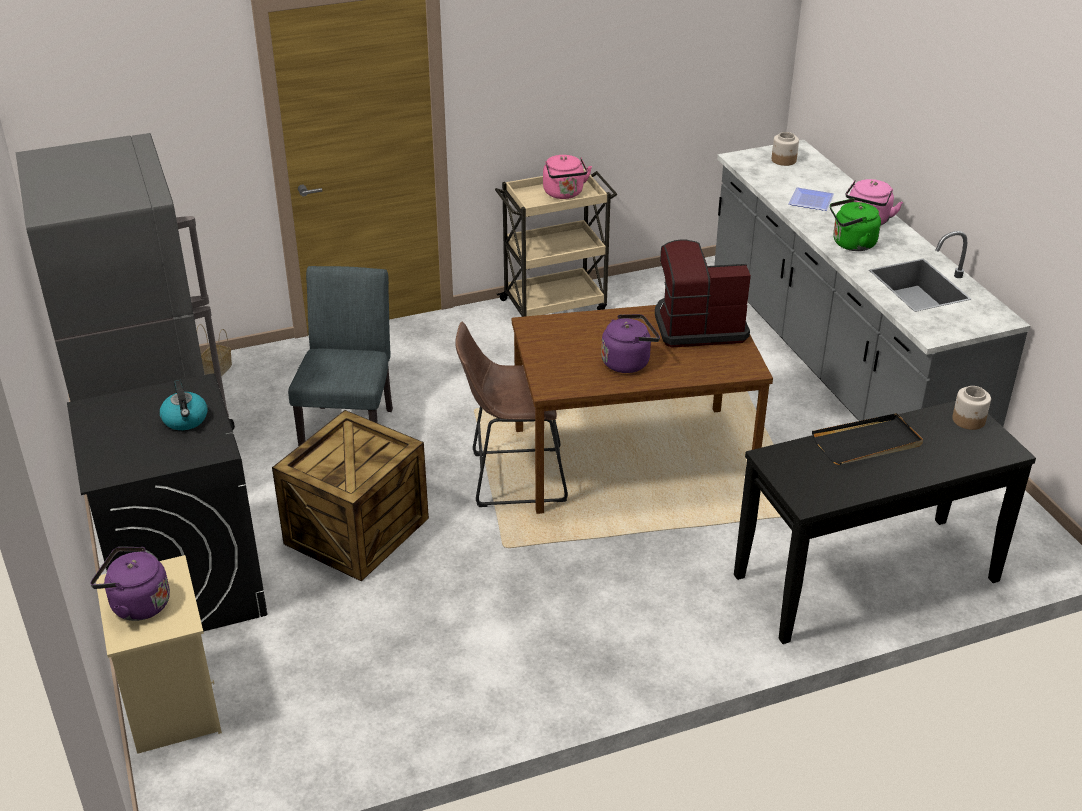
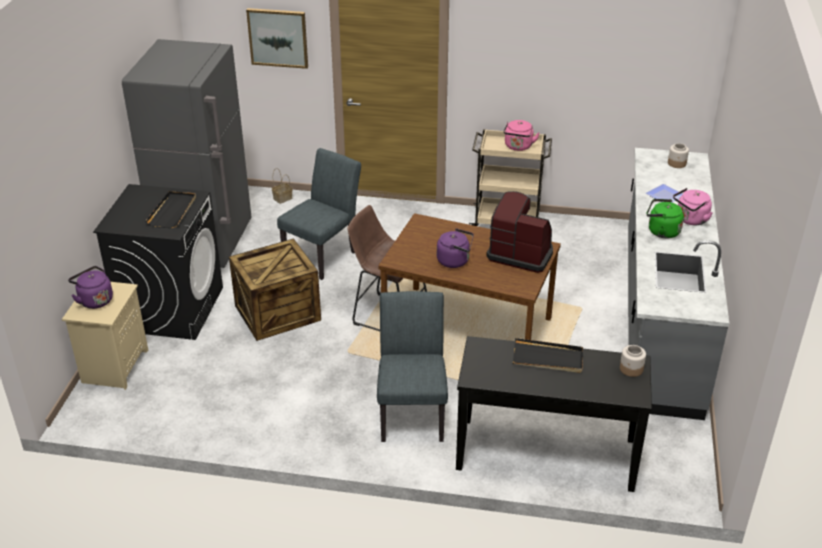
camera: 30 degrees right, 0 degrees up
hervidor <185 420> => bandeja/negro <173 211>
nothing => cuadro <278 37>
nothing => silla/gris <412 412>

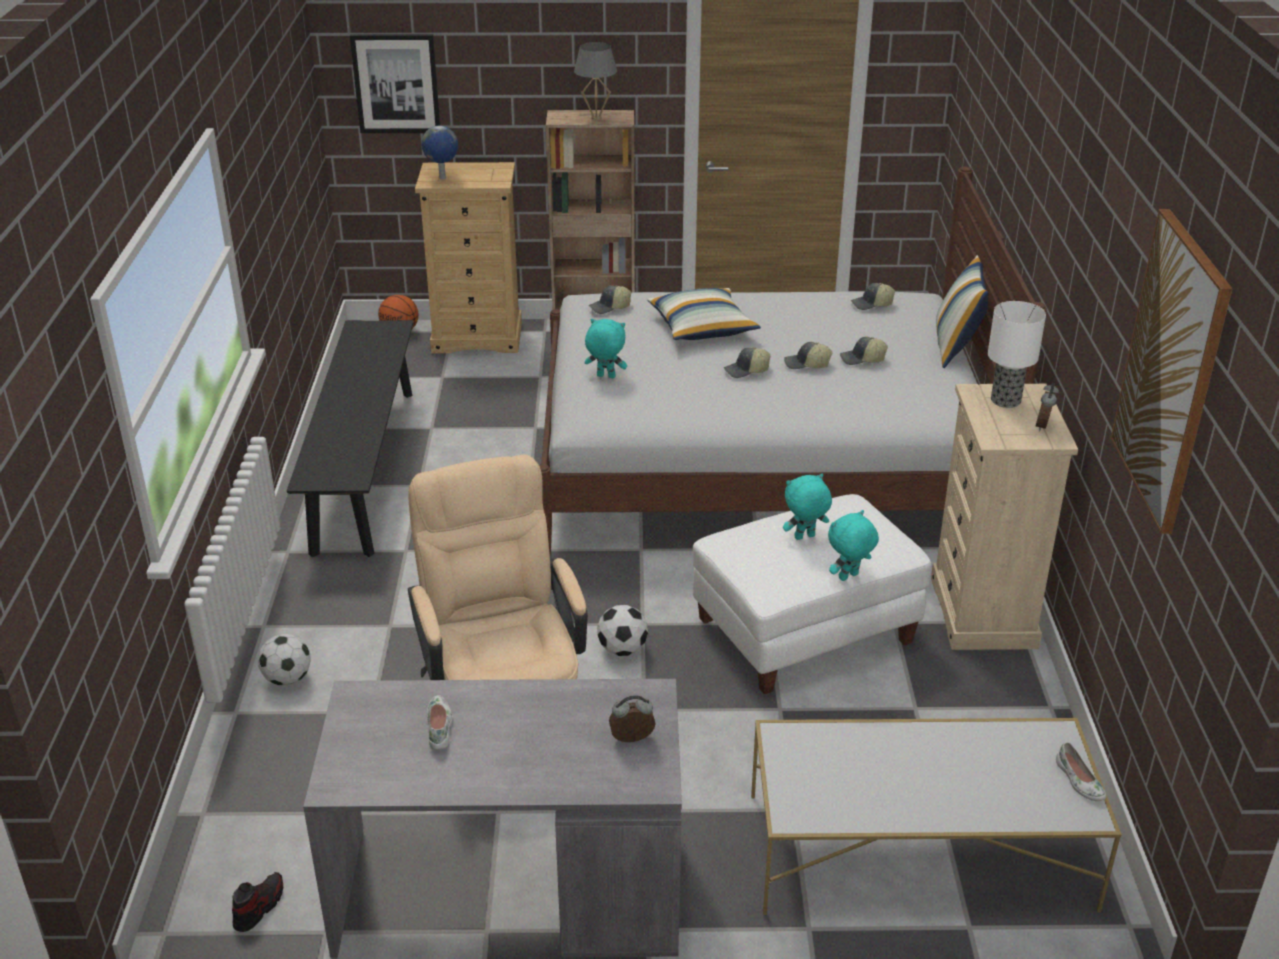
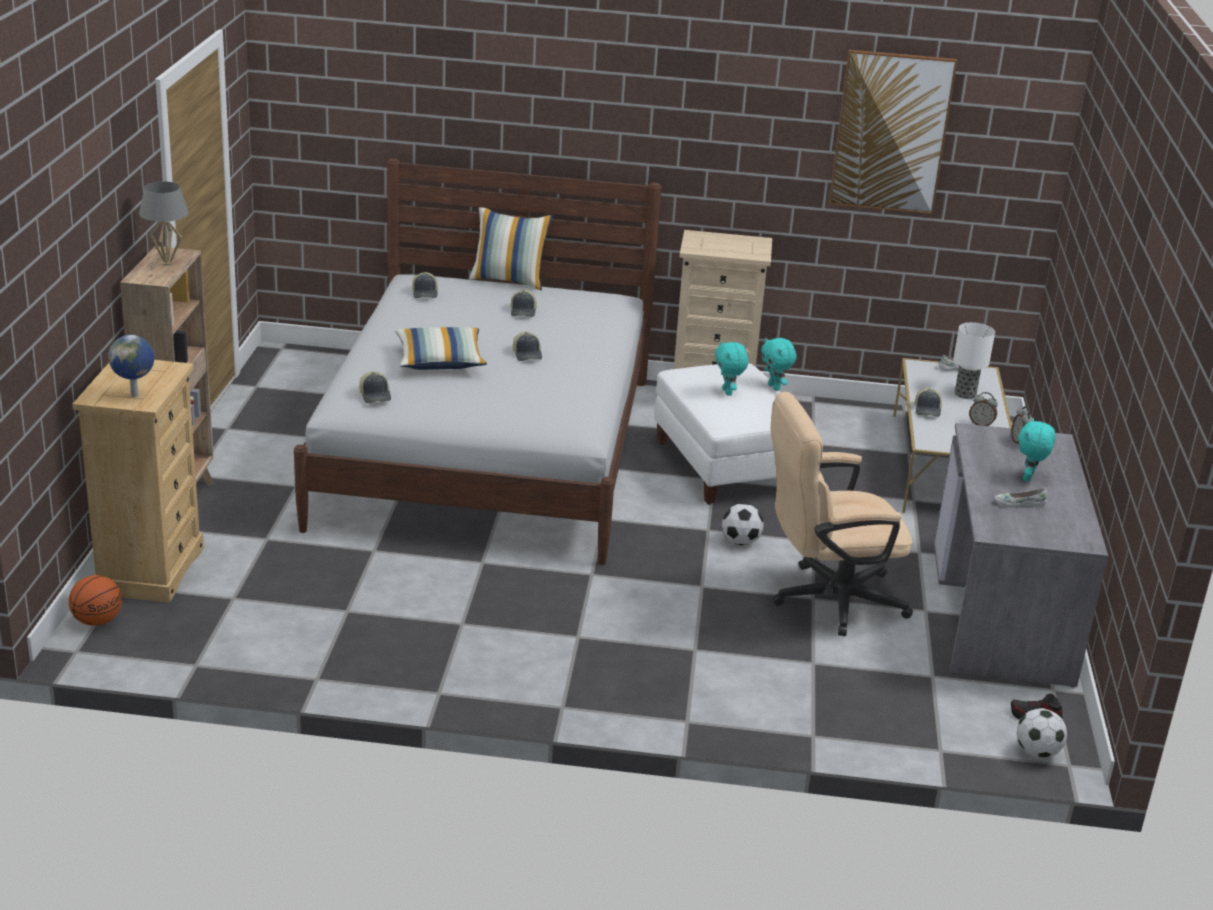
camera: 85 degrees left, 5 degrees down
balón de fútbol <287 679> => balón de fútbol <1037 752>, moved
banco/negro <364 468> => nothing
cuadro <396 83> => nothing
peluche/turquesa <605 377> => peluche/turquesa <1029 478>, moved
gorra <806 365> => gorra <928 410>, moved
lámpara de mesa <1004 400> => lámpara de mesa <965 394>, moved
despertador <1043 426> => despertador <981 424>, moved

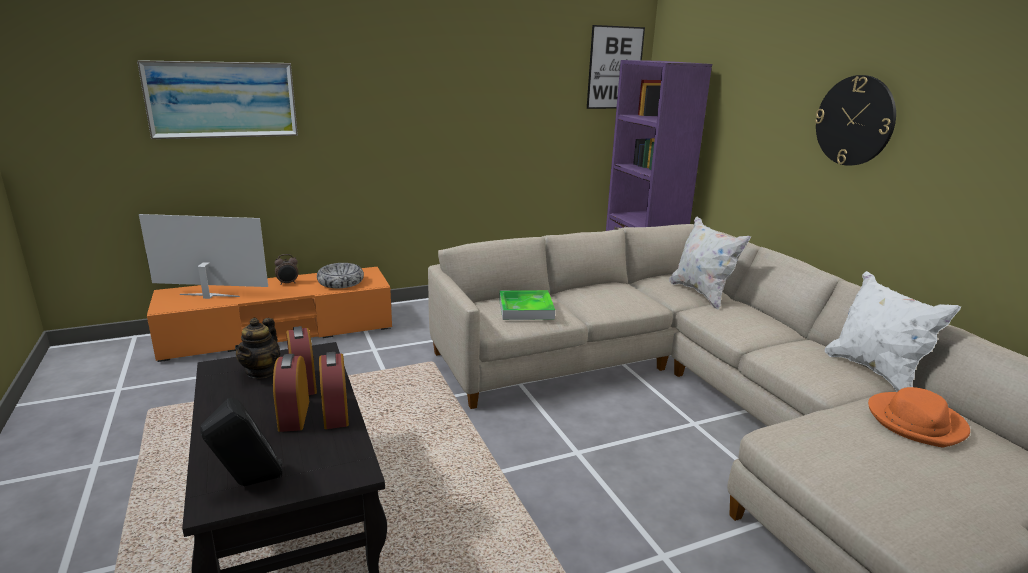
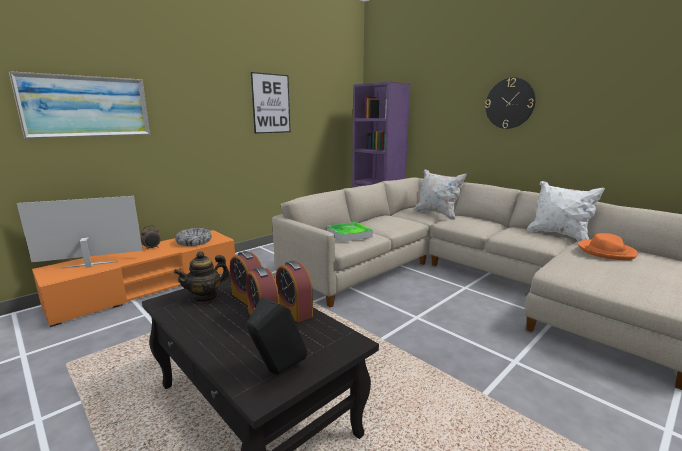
camera: 20 degrees left, 5 degrees down
tetera <261 371> => tetera <205 297>, 60 degrees clockwise
cuadro <615 68> => cuadro <271 103>, moved

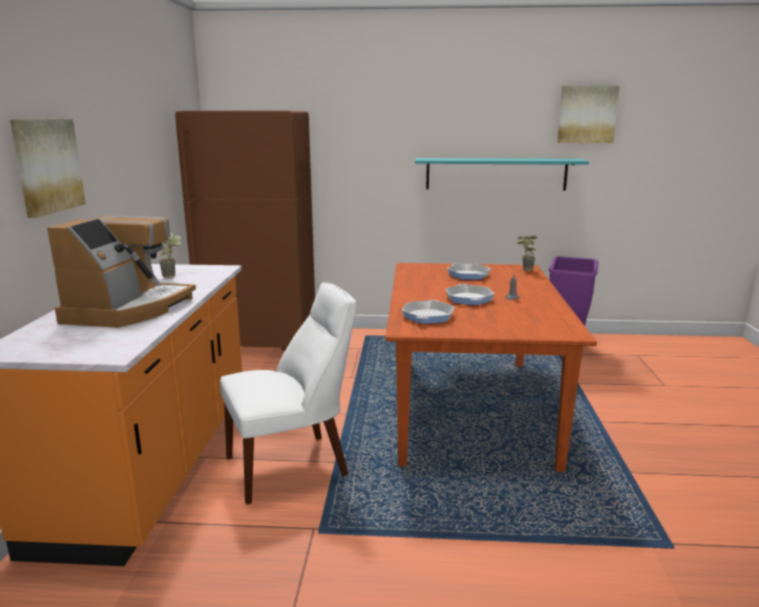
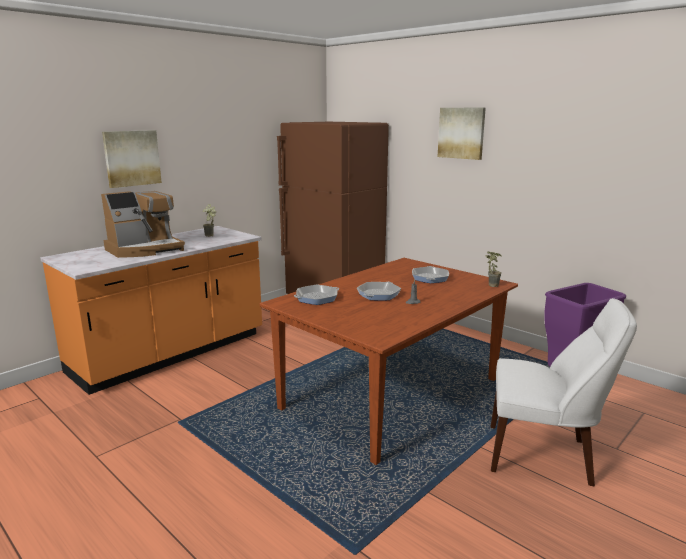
camera: 40 degrees right, 0 degrees up
silla/blanco <292 465> => silla/blanco <544 456>, moved
estante/turquesa <496 174> => nothing
cuadro <587 114> => cuadro <461 133>, moved

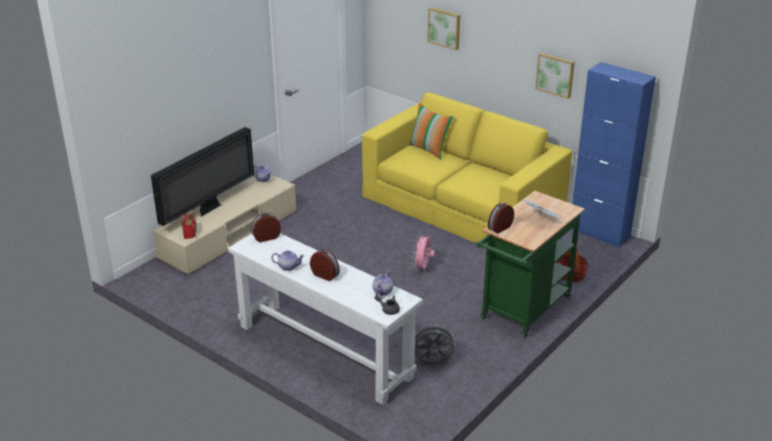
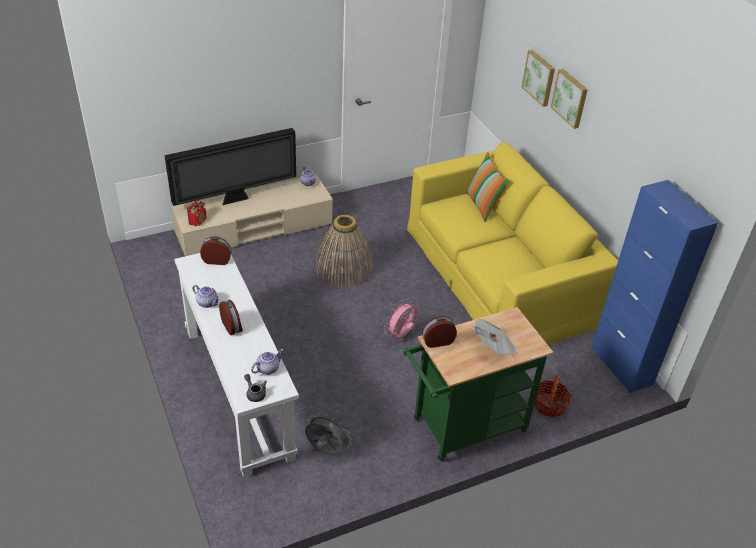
camera: 25 degrees right, 10 degrees up
cuadro <555 75> => cuadro <570 98>, moved
nothing => cesta <343 269>

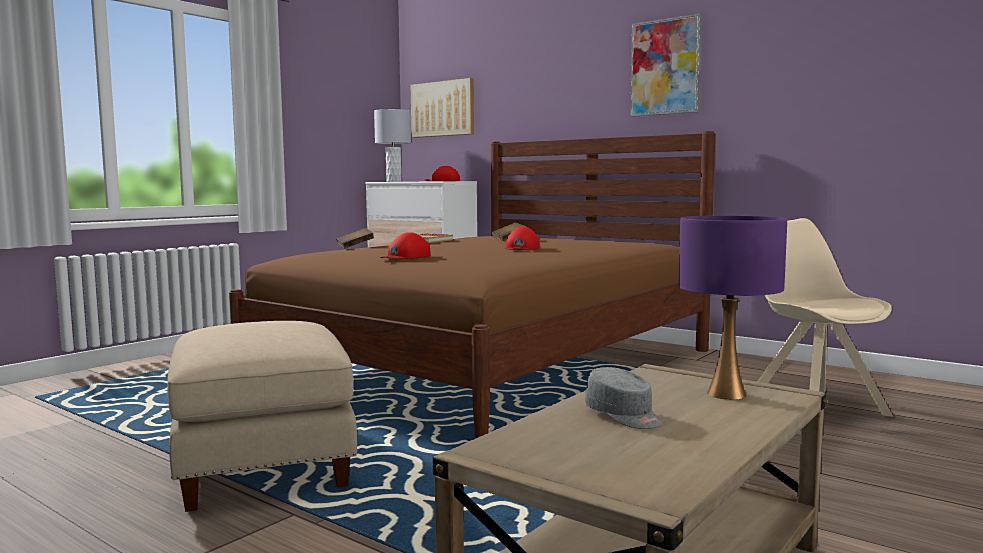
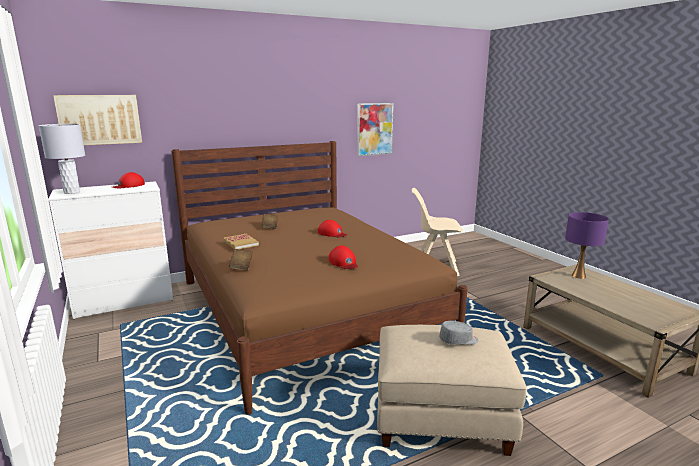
camera: 65 degrees left, 10 degrees up
gorra/gris <623 416> => gorra/gris <458 340>, moved
cuadro <665 67> => cuadro <374 129>, moved

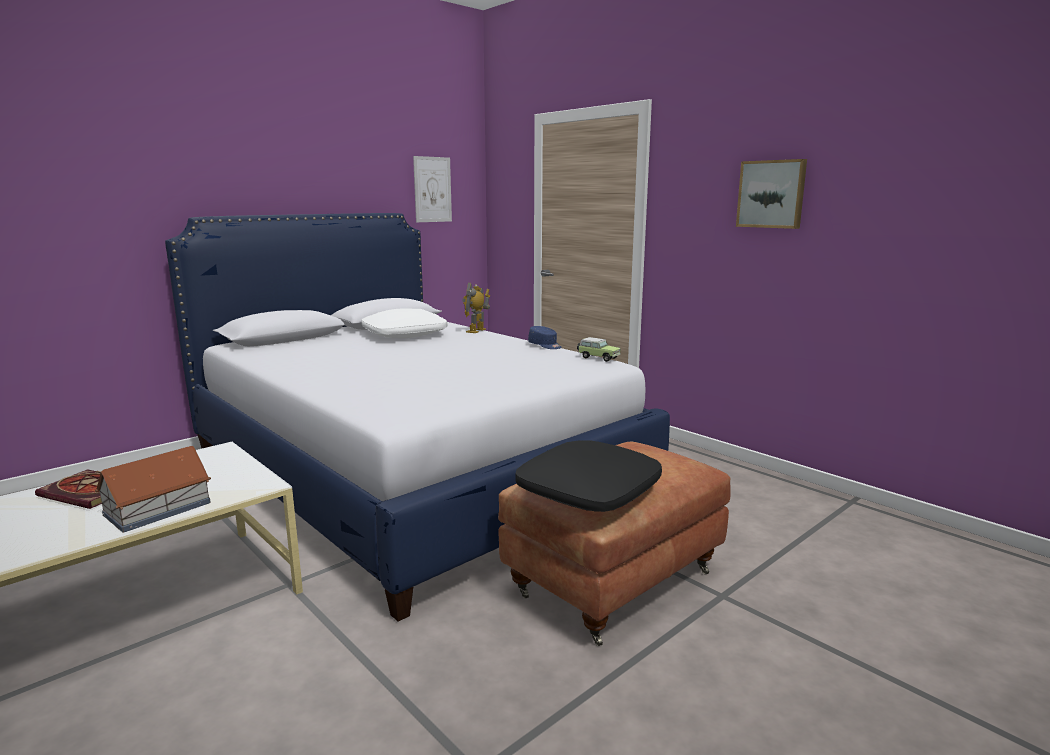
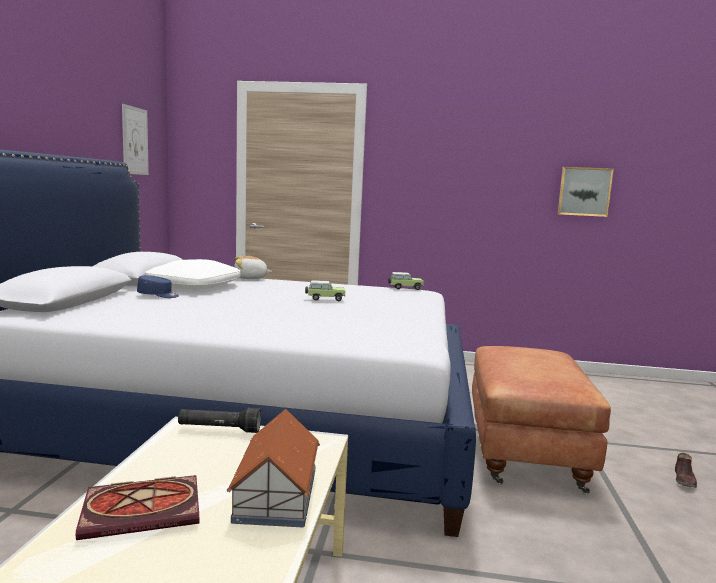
camera: 40 degrees left, 5 degrees down
robot de juguete <476 331> => peluche <250 278>
cojín/negro <588 490> => nothing
gorra/azul <545 346> => gorra/azul <158 295>, moved
cuadro <771 194> => cuadro <584 191>, moved
nothing => linterna/negro <219 429>
nothing => coche de juguete <325 299>
nothing => zapato/marrón <684 480>

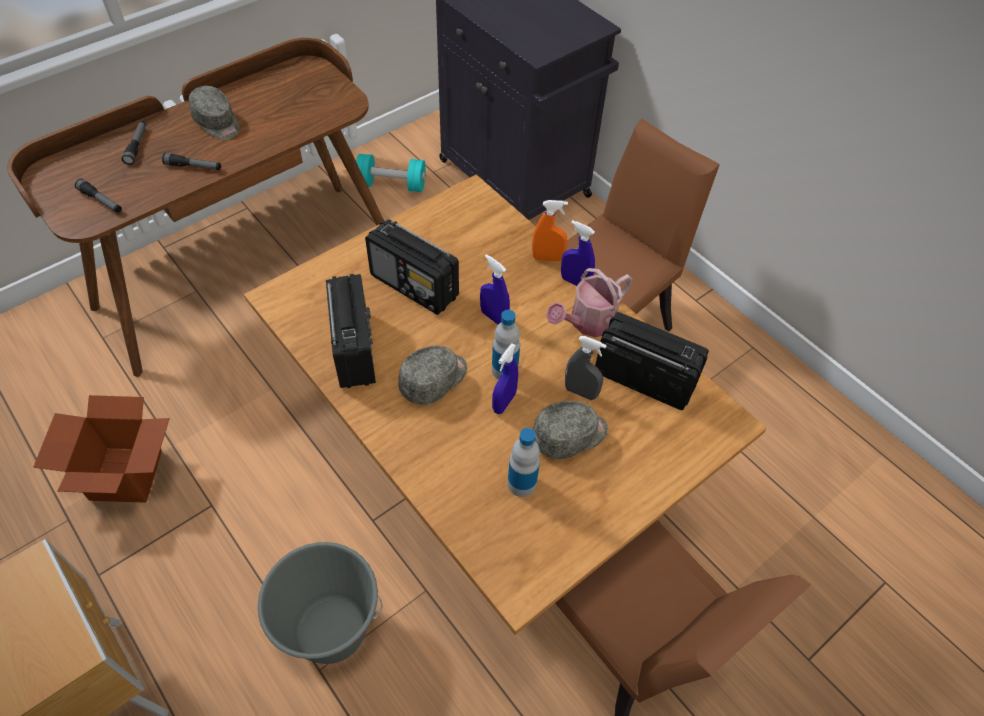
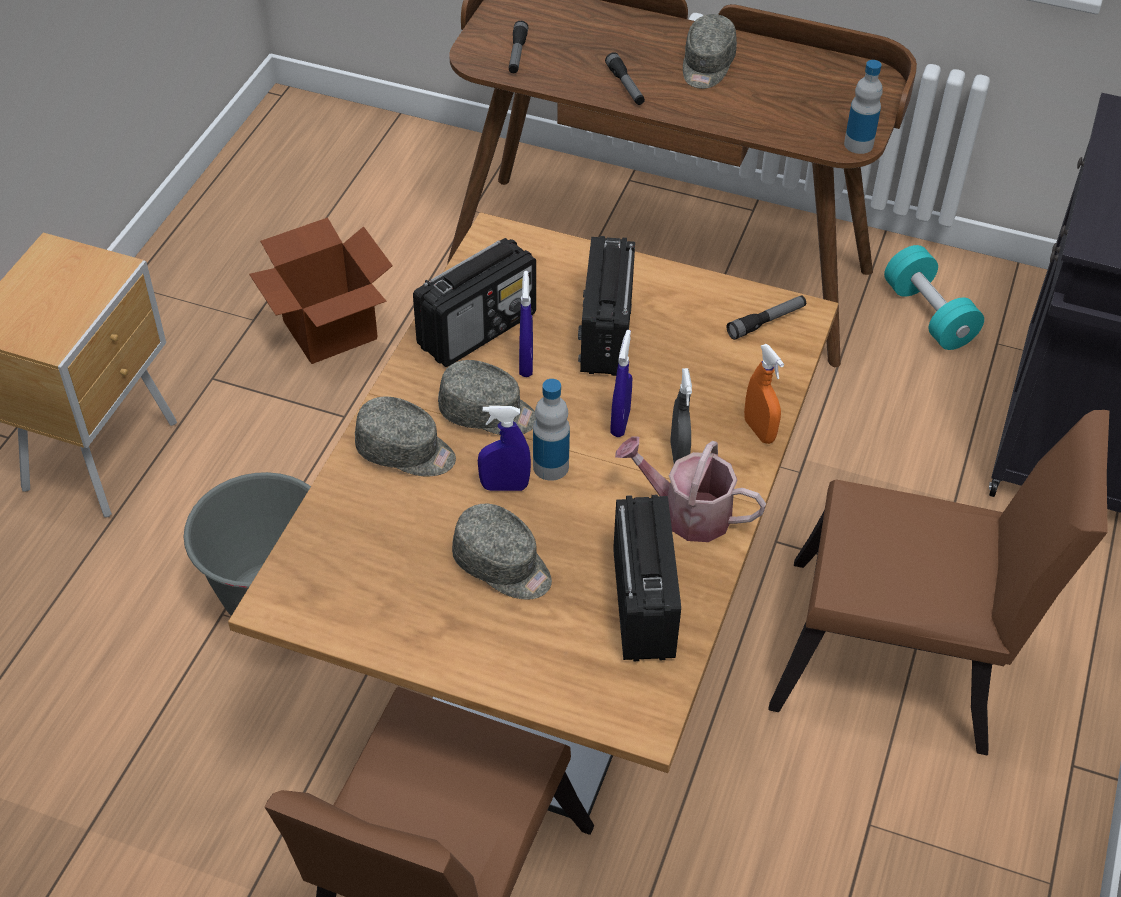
camera: 60 degrees right, 5 degrees down
linterna <137 146> => linterna <766 322>, moved
botella <522 483> => botella <858 144>, moved
pulverizador/azul <575 282> => pulverizador/azul <526 363>, moved
pulverizador/gris <581 392> => pulverizador/gris <679 455>, moved
nothing => gorra/gris <406 452>

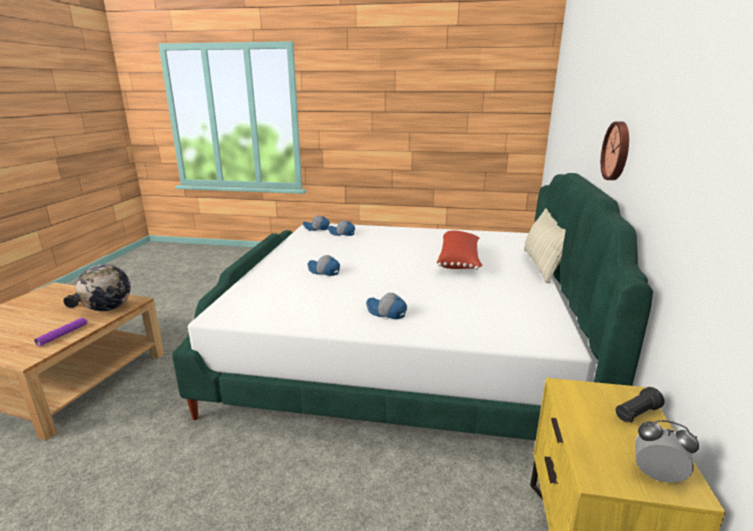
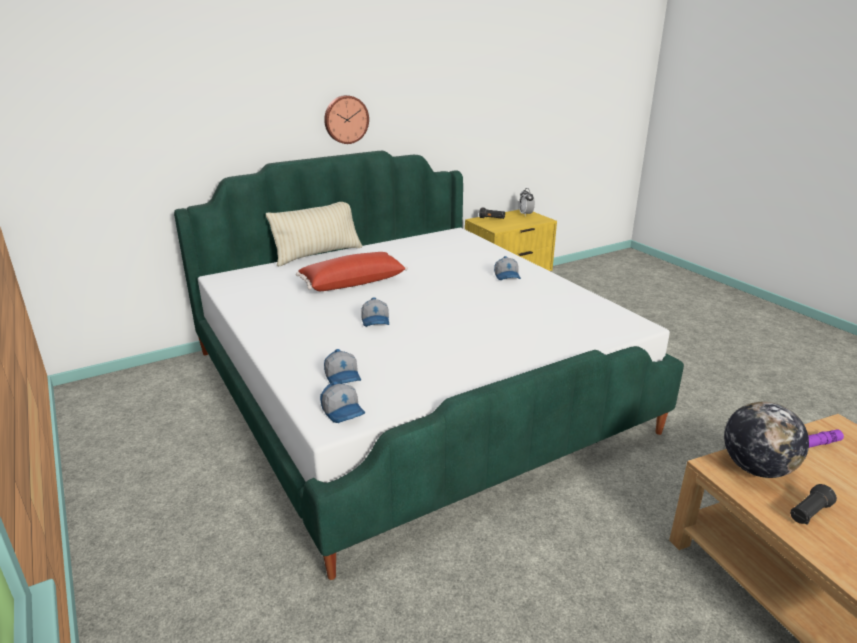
camera: 130 degrees left, 5 degrees up
gorra <323 271> => gorra <376 321>, moved

